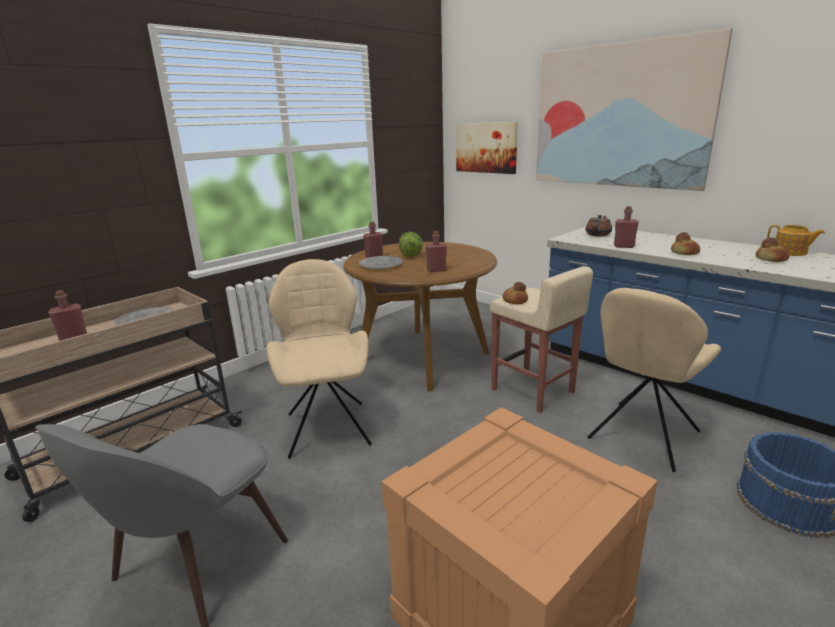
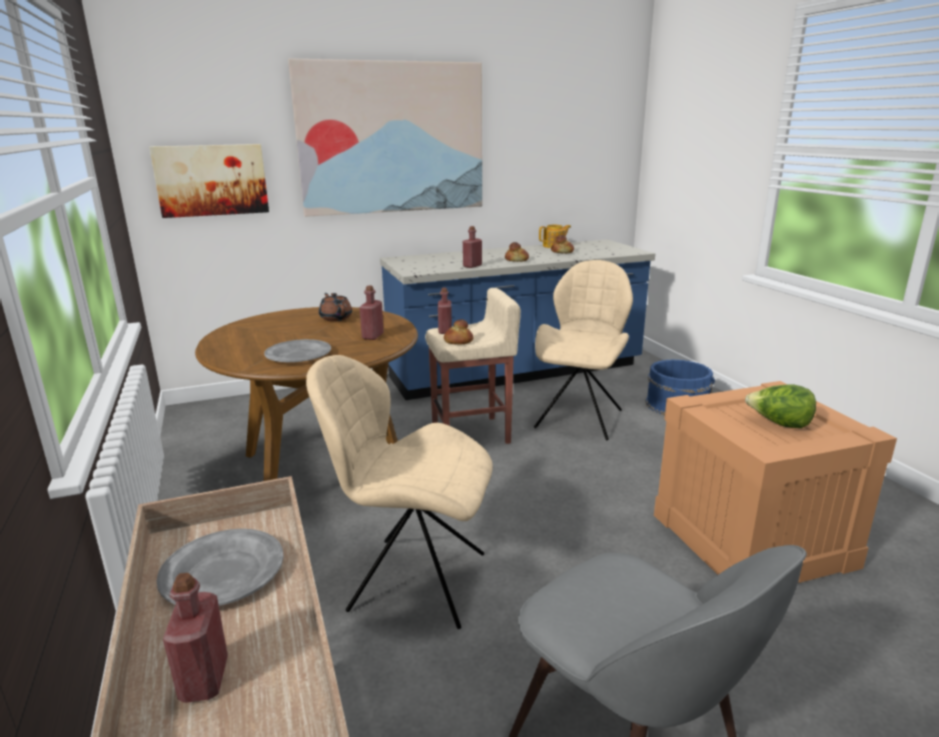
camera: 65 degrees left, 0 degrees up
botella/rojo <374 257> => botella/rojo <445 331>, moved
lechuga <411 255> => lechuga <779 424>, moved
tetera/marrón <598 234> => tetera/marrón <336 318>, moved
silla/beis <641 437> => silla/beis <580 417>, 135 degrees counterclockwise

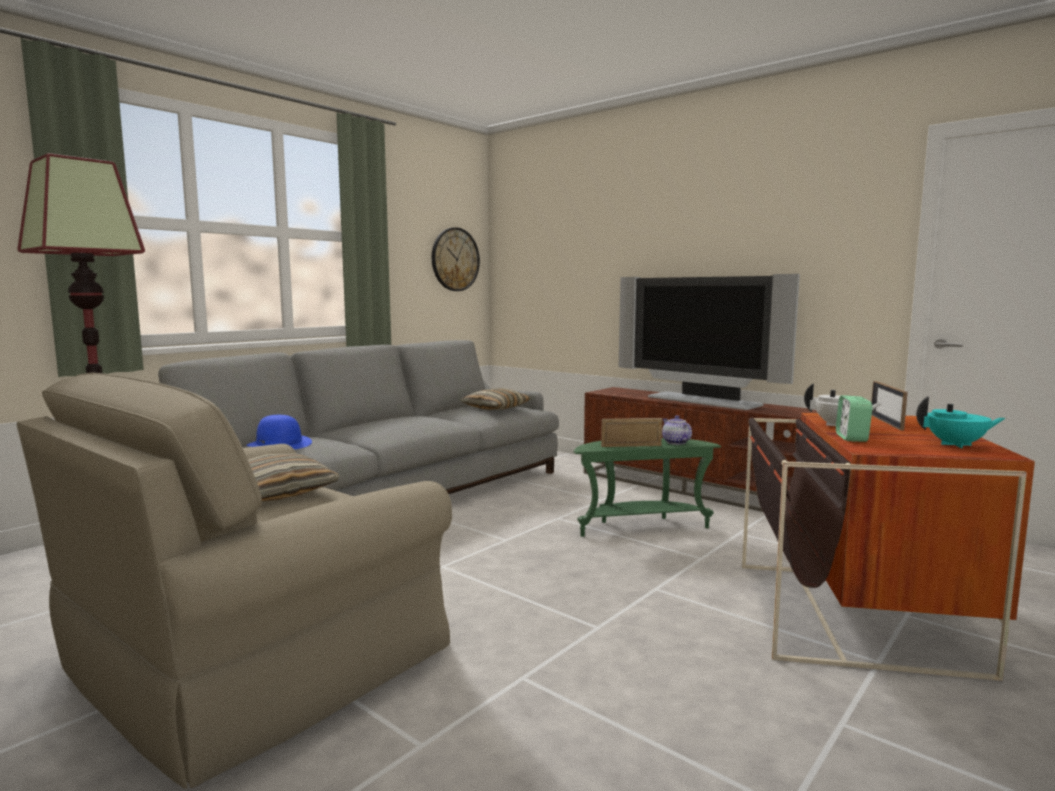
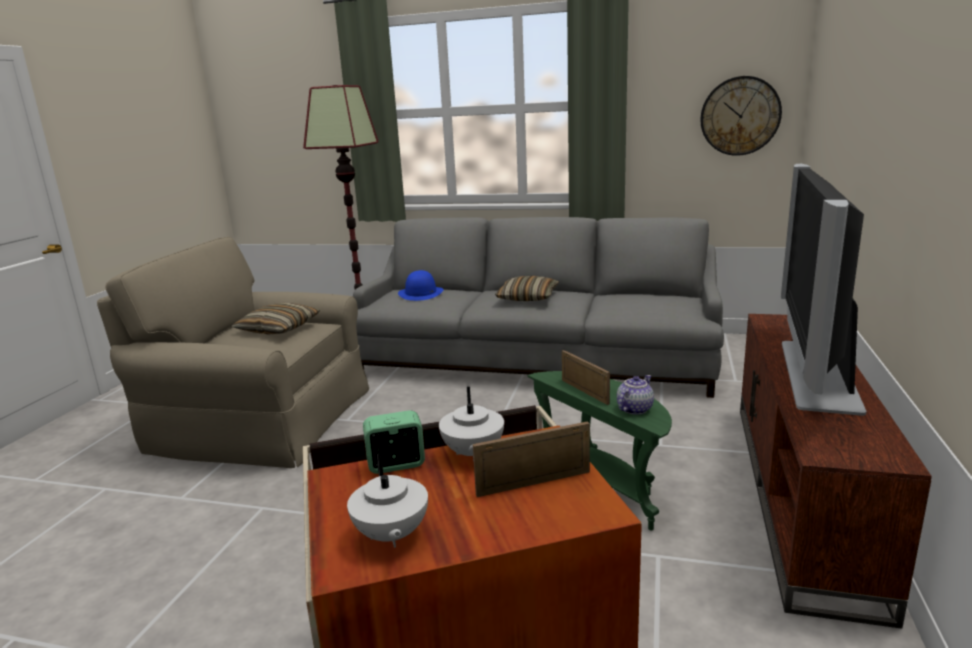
camera: 65 degrees right, 10 degrees up
cojín <495 408> => cojín <527 297>, moved
tetera/turquesa <956 445> => tetera/blanco <391 535>

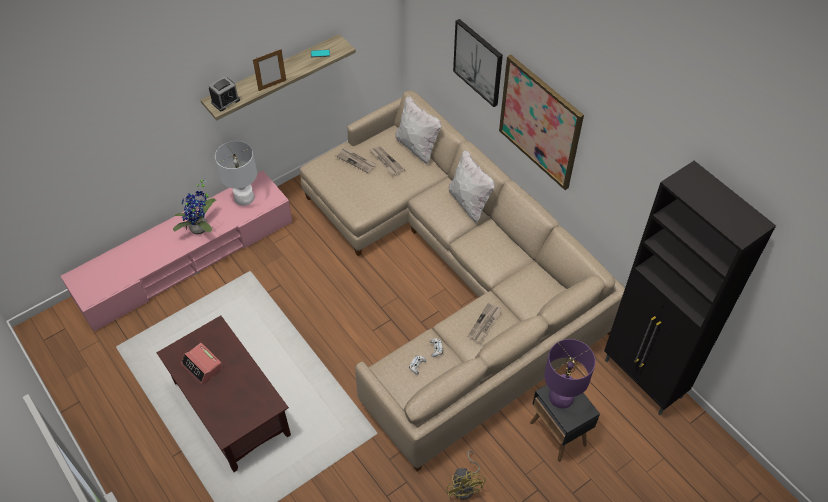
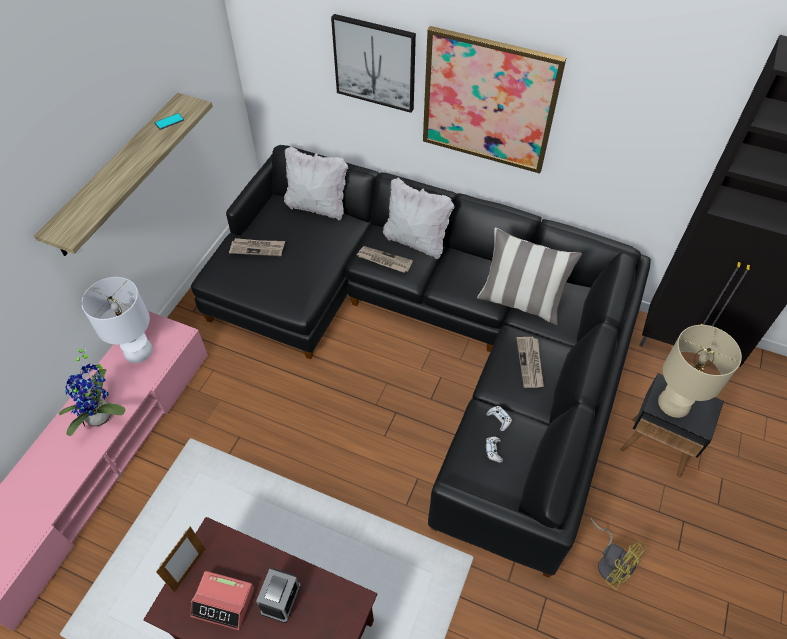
camera: 30 degrees left, 0 degrees up
despertador <225 101> => despertador <281 599>, moved
portarretratos <272 85> => portarretratos <189 570>, moved
sofá/beis <451 279> => sofá/negro <430 336>
periódico <386 161> => periódico <384 260>, moved
lámpara de mesa/morado <561 397> => lámpara de mesa/beis <674 404>
nothing => cojín <520 302>

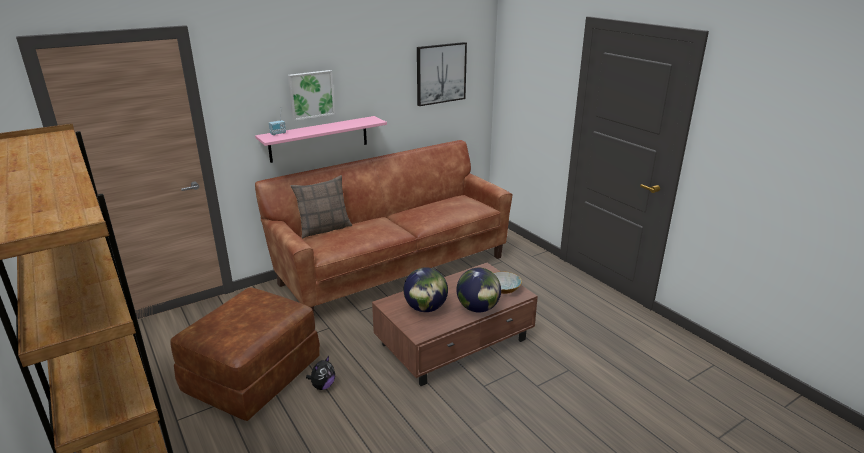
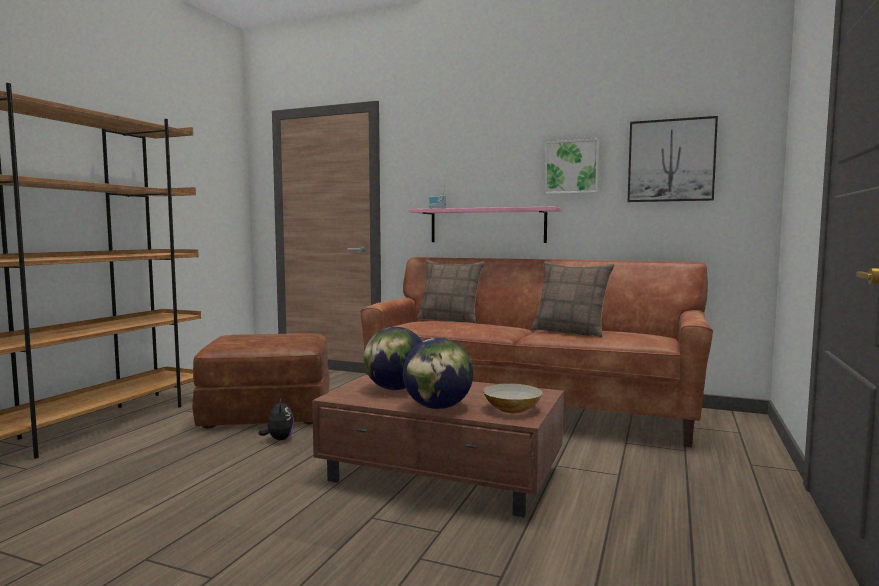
camera: 55 degrees right, 20 degrees down
cuadro <311 94> => cuadro <572 167>, moved
peluche <323 386> => peluche <279 439>, 105 degrees counterclockwise
nothing => cojín <570 332>

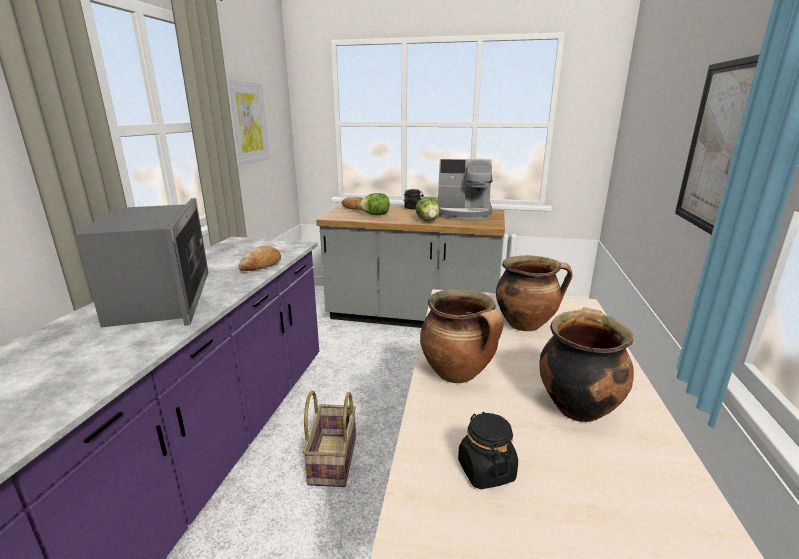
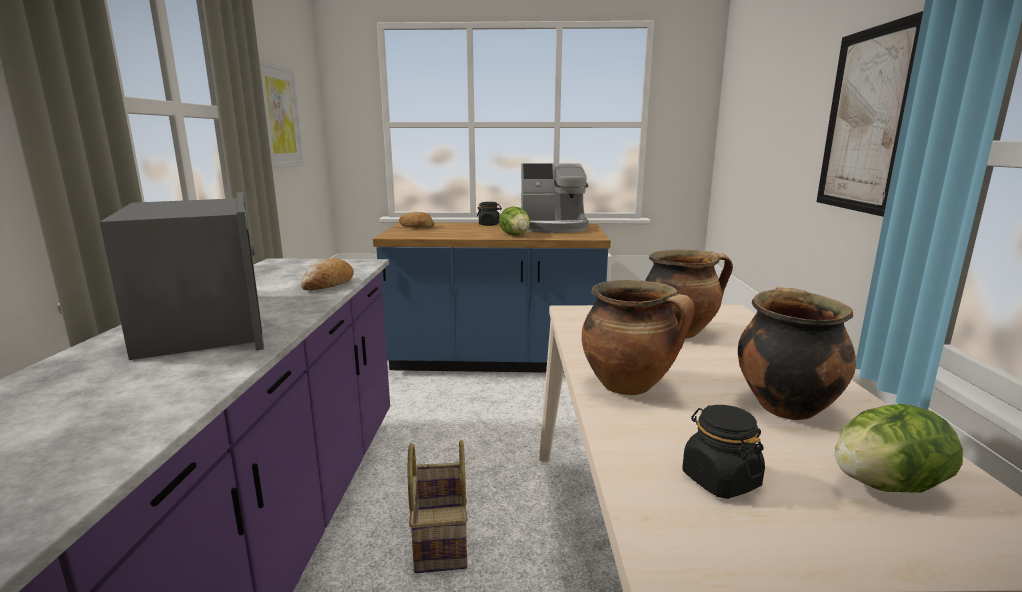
camera: 10 degrees left, 5 degrees down
mueble bajo de cocina/gris <413 316> => mueble bajo de cocina/azul <495 360>
lechuga <375 215> => lechuga <886 485>, moved

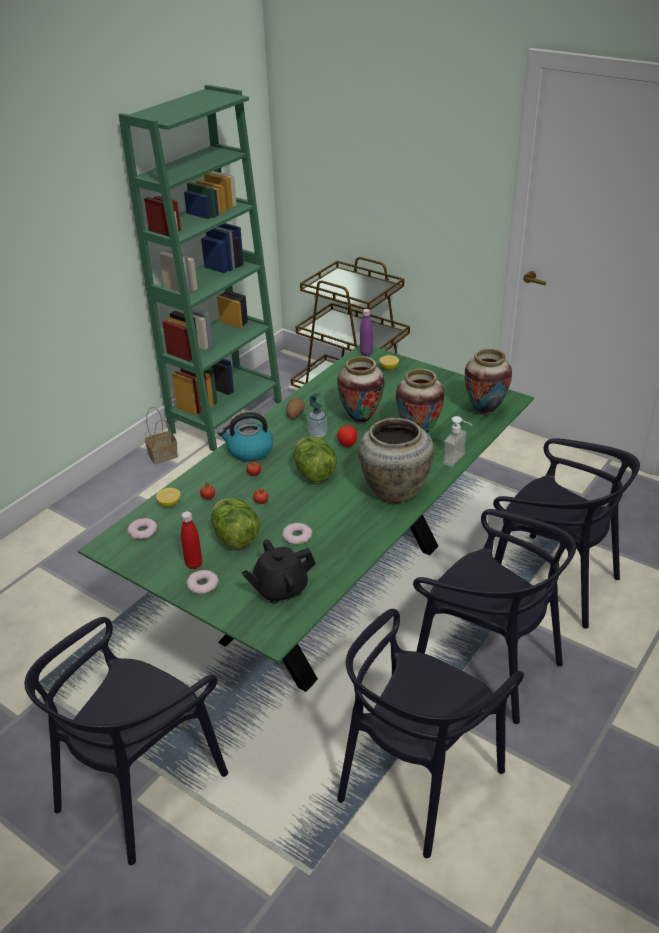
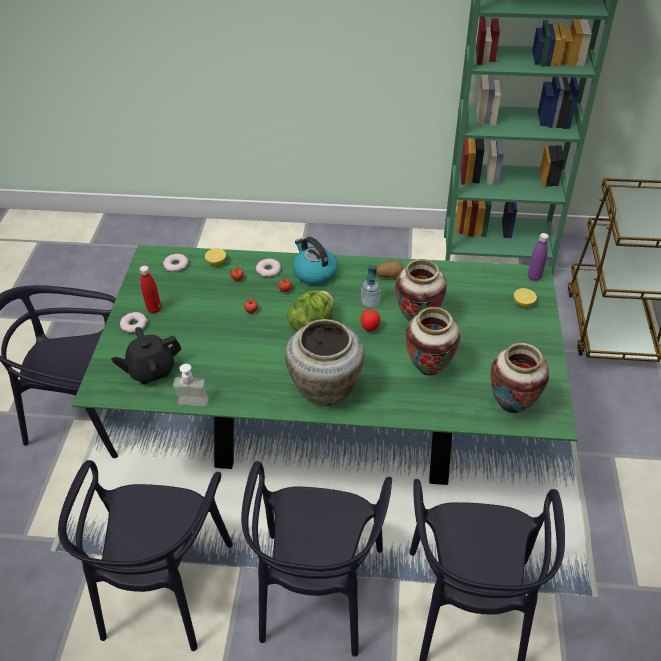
camera: 60 degrees right, 10 degrees up
cesta <163 455> => nothing
lechuga <235 538> => nothing
tetera/negro <280 589> => tetera/negro <151 370>, 60 degrees counterclockwise
rosquilla <297 536> => rosquilla <268 270>, moved
silla/negro <417 779> => silla/negro <164 586>, 90 degrees counterclockwise
dispensador de jabón <459 461> => dispensador de jabón <191 407>, moved

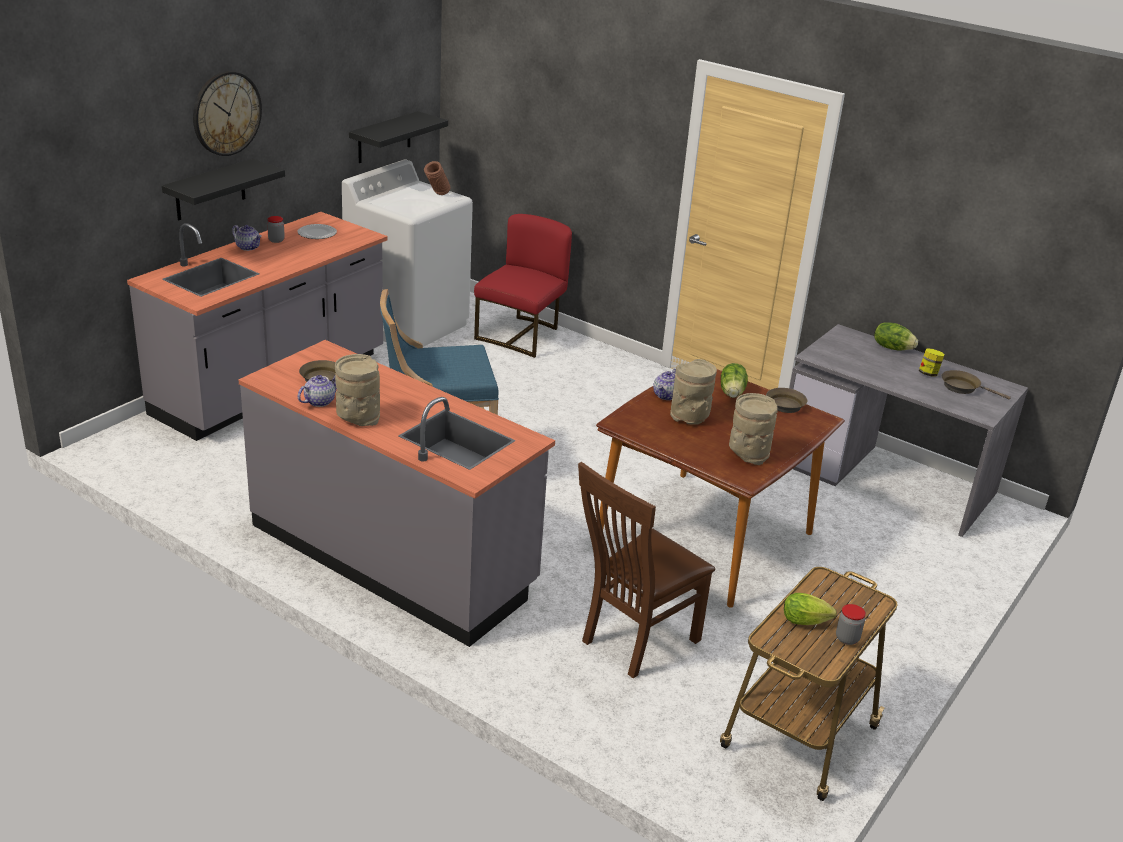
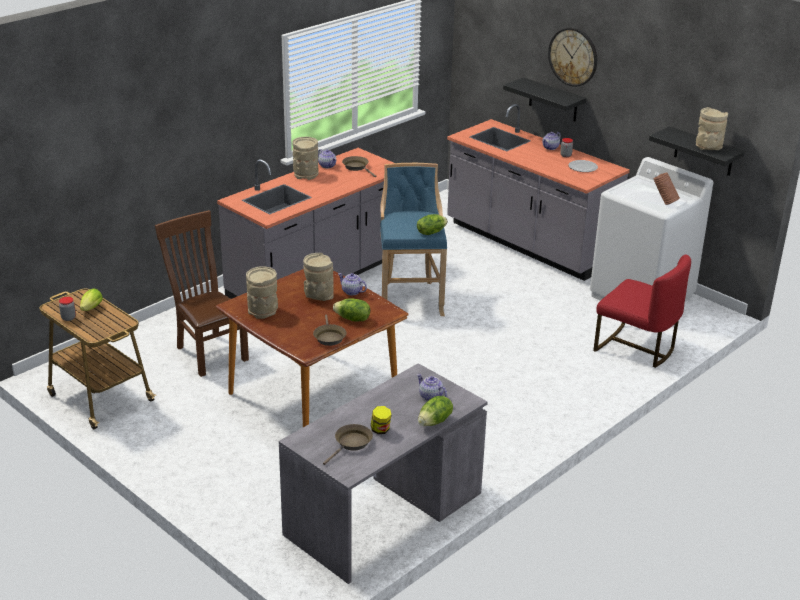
camera: 100 degrees right, 0 degrees up
nothing => lechuga <431 232>
nothing => tetera <430 396>
nothing => florero/beis <708 148>

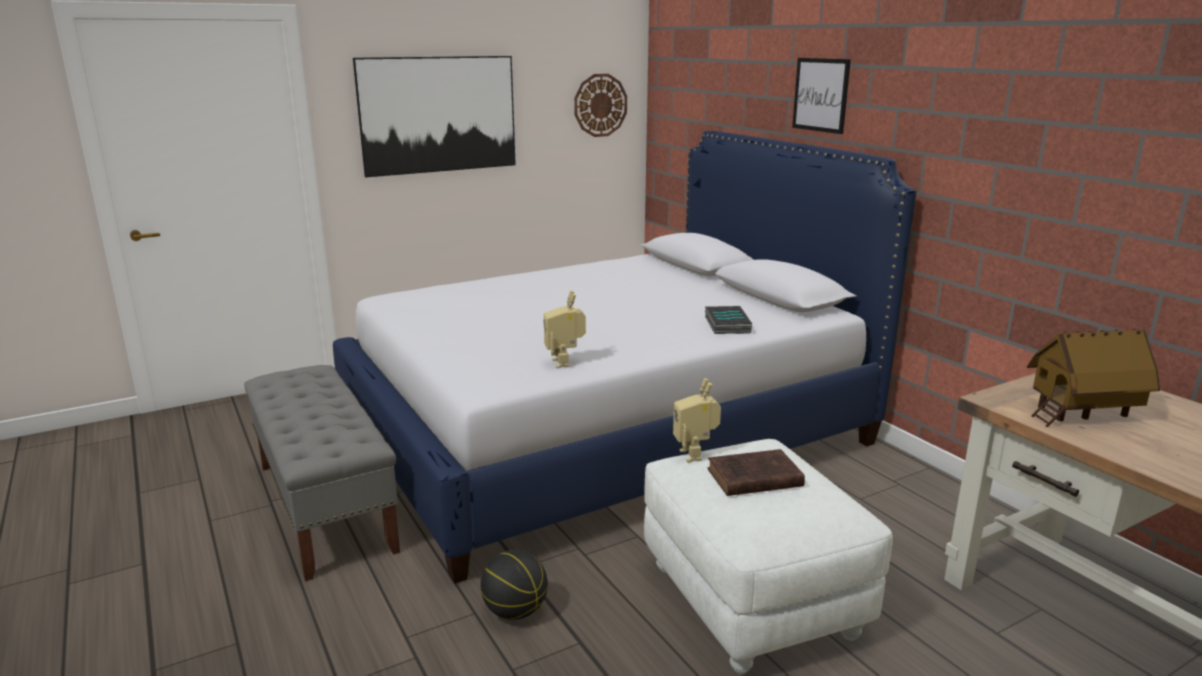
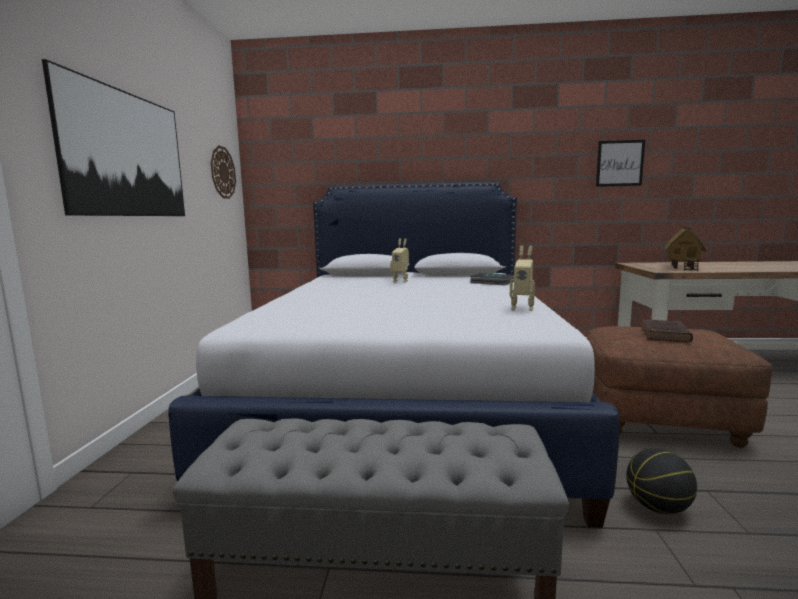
camera: 55 degrees left, 10 degrees down
puf/blanco <753 601> => puf/marrón <661 421>
robot de juguete <695 455> => robot de juguete <401 281>, moved
cuadro <820 95> => cuadro <619 163>, moved

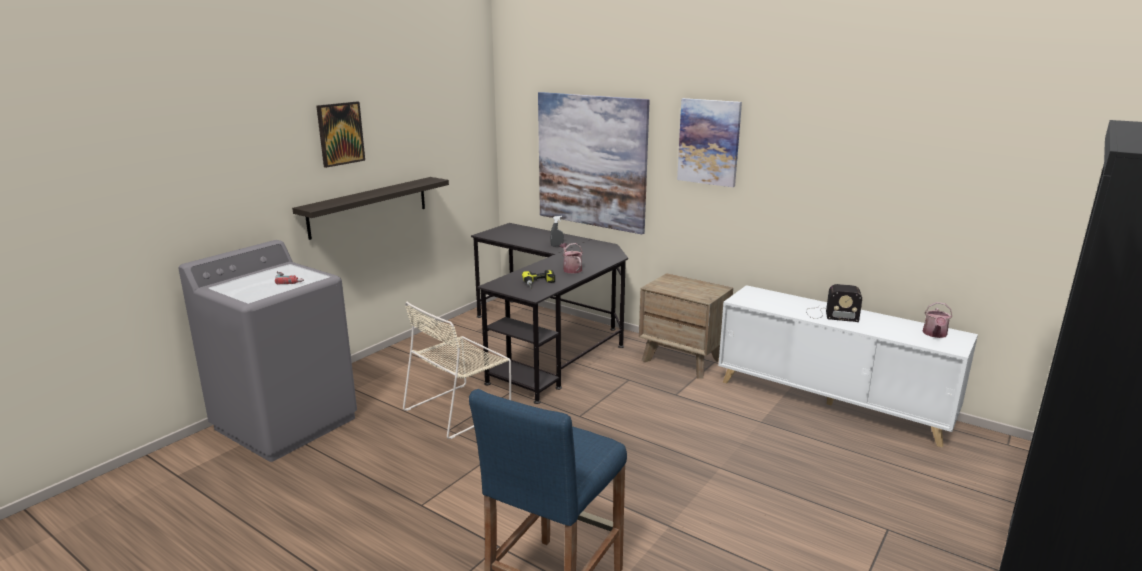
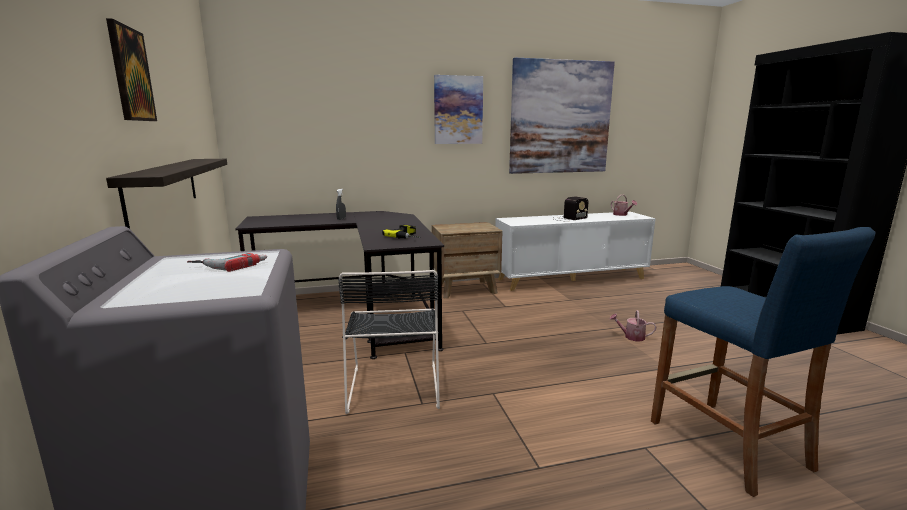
camera: 50 degrees left, 5 degrees down
silla/beis <460 409> => silla/negro <394 384>
cuadro <591 161> => cuadro <560 117>, moved
regadera <571 269> => regadera <631 337>, moved

